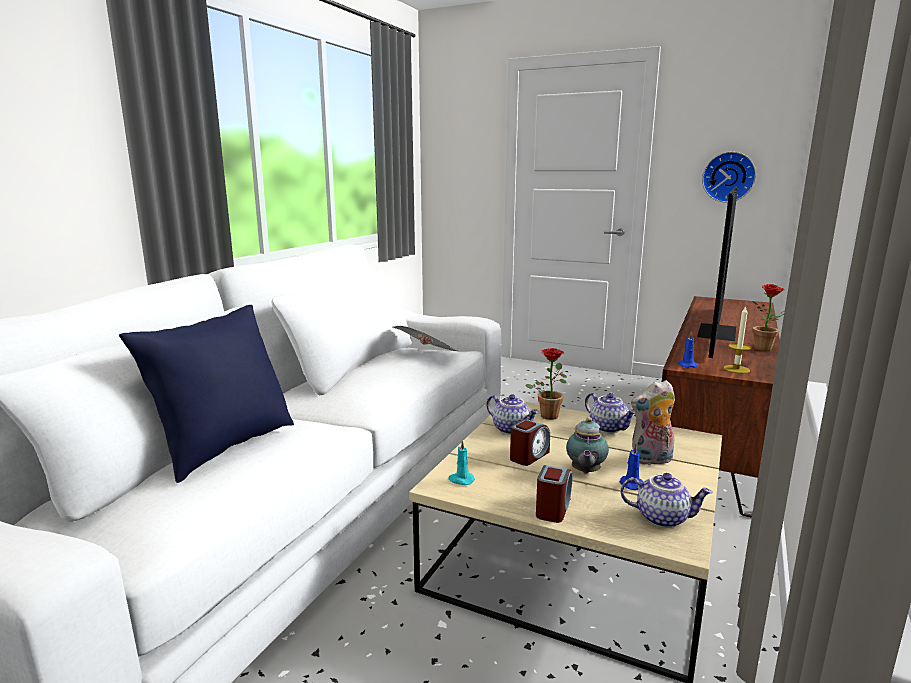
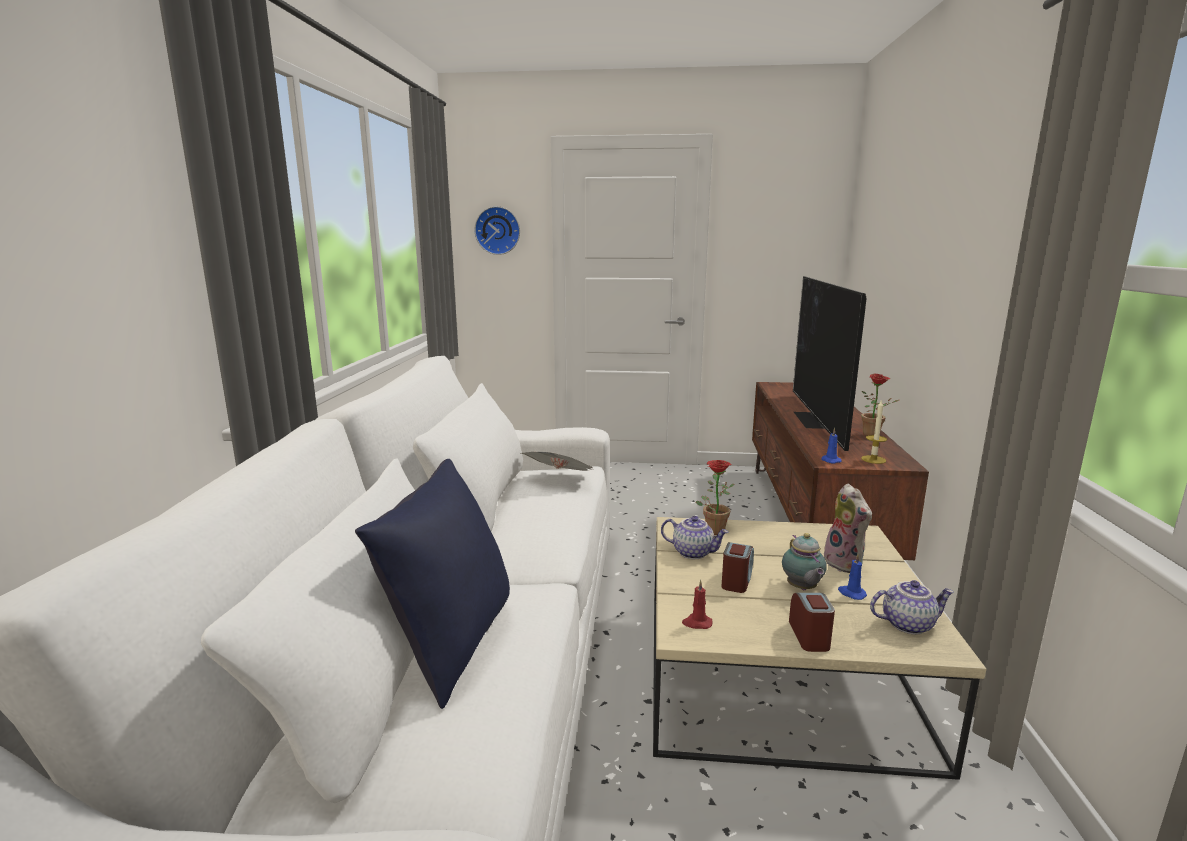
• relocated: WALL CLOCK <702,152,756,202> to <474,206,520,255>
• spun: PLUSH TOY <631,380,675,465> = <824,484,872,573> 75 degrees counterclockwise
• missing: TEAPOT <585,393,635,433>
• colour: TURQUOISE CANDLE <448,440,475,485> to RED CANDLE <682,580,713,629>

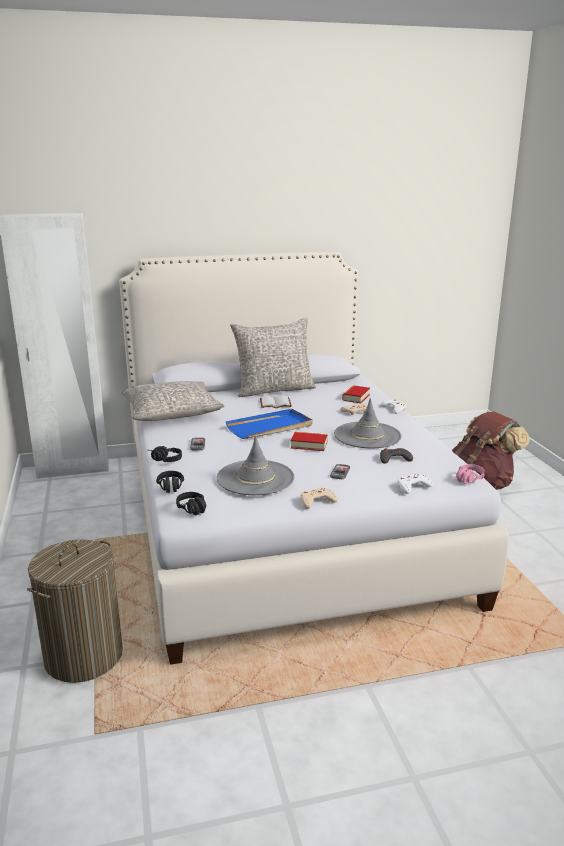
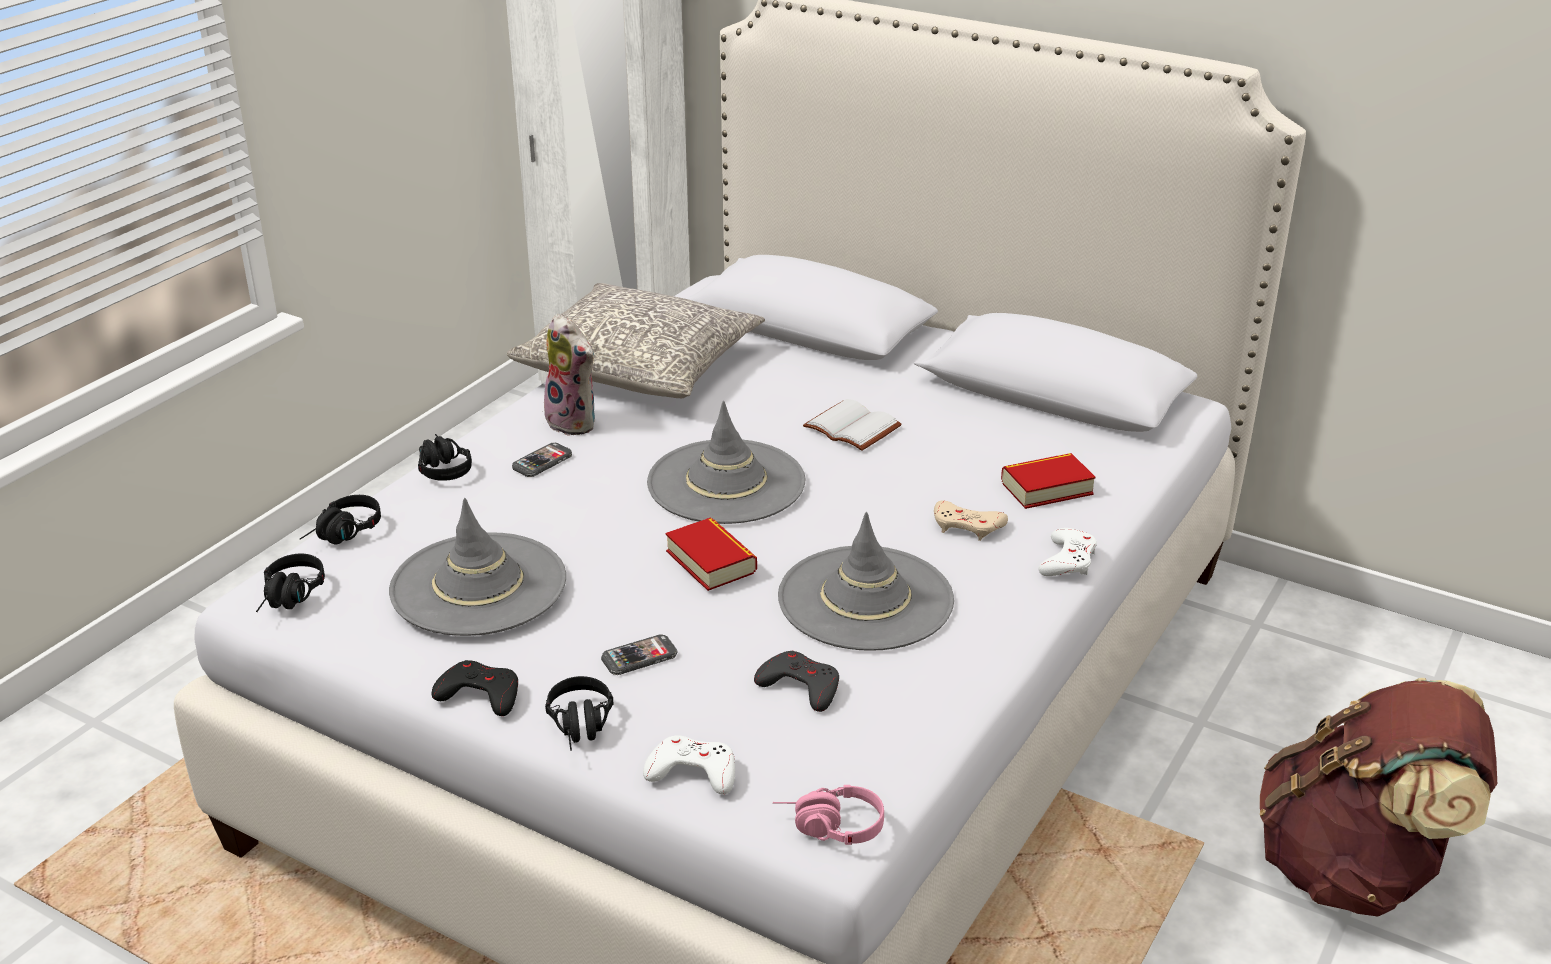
• missing: GREY PILLOW <230,318,316,397>
• exchanged: BLUE TRAY <226,409,312,439> to GREY HAT <647,401,805,524>
• colour: BEIGE GAME CONTROLLER <301,488,338,509> to BLACK GAME CONTROLLER <432,660,518,716>
• missing: LAUNDRY BASKET <27,539,123,683>
• appeared: PLUSH TOY <544,314,595,436>
• appeared: BLACK HEADPHONES <545,676,613,751>

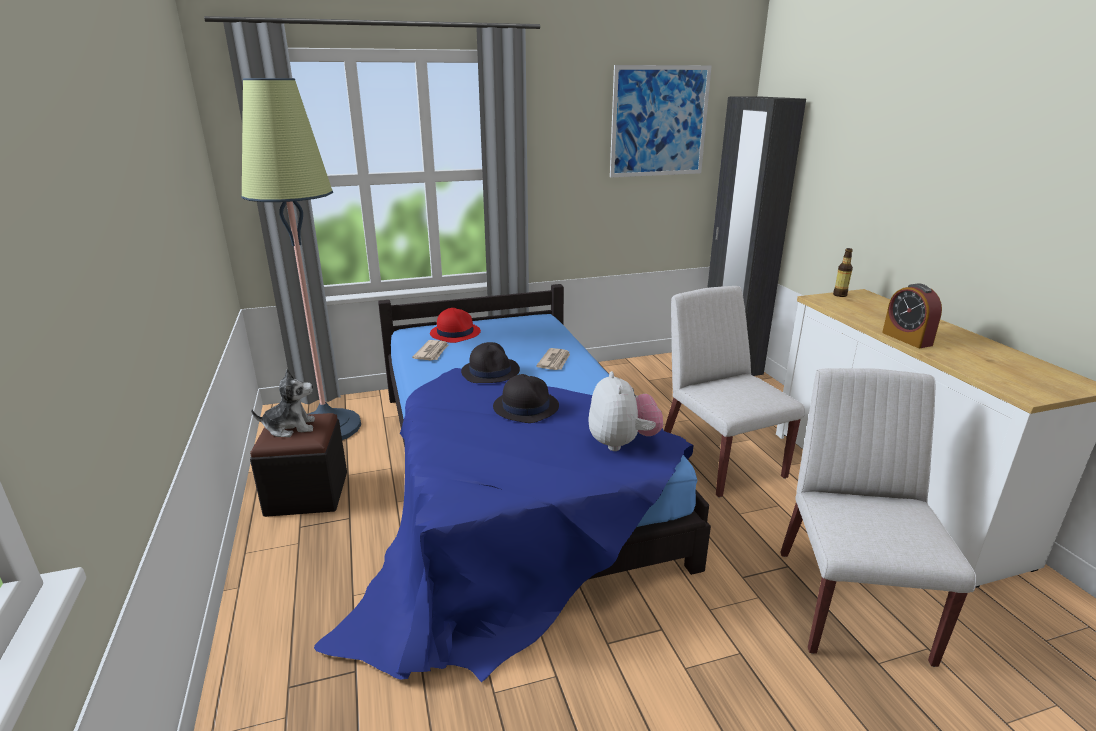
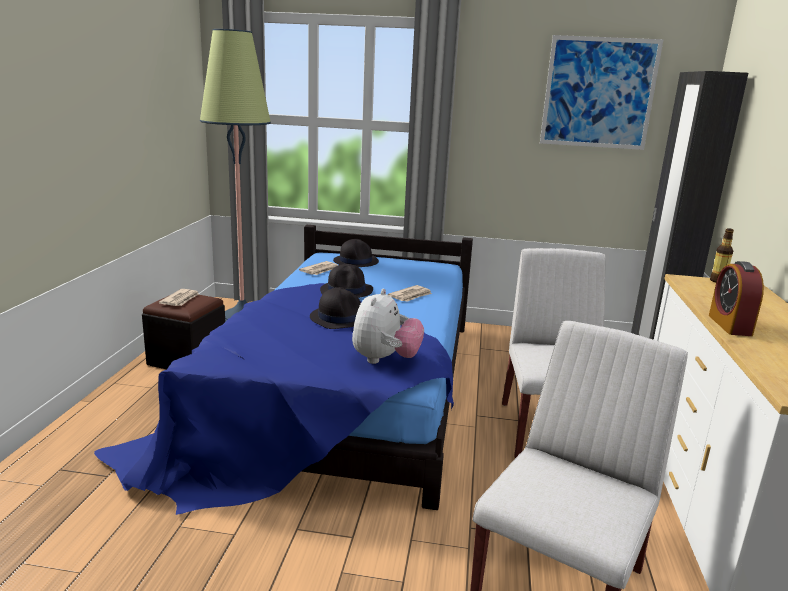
• colour: RED HAT <430,308,481,343> to BLACK HAT <333,239,379,267>
• exchanged: PLUSH TOY <251,369,315,437> to NEWSPAPER <159,289,199,306>

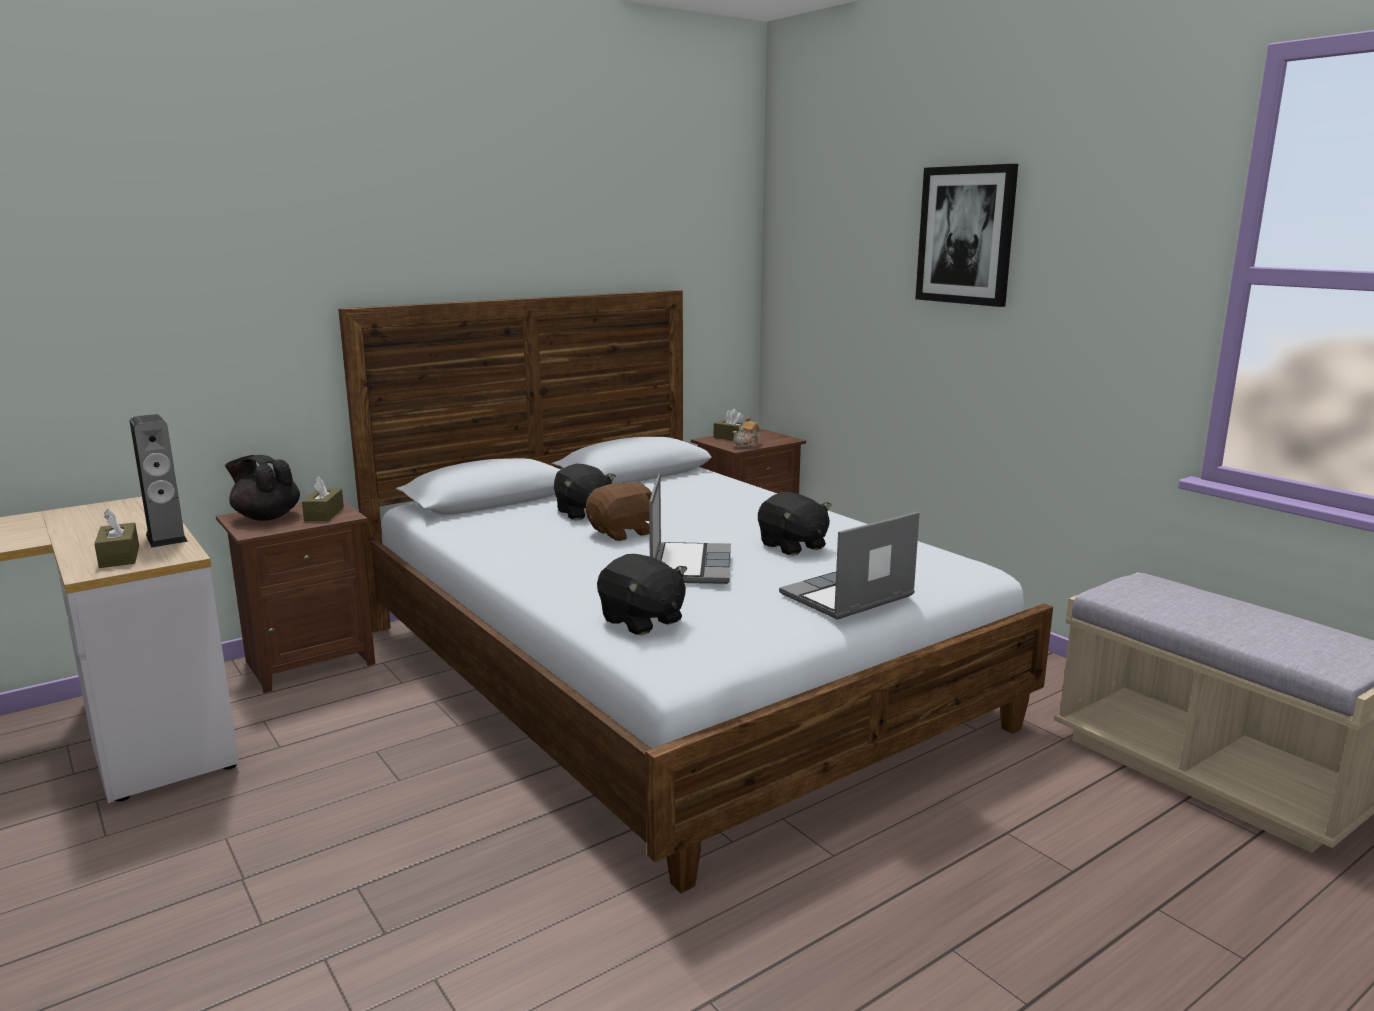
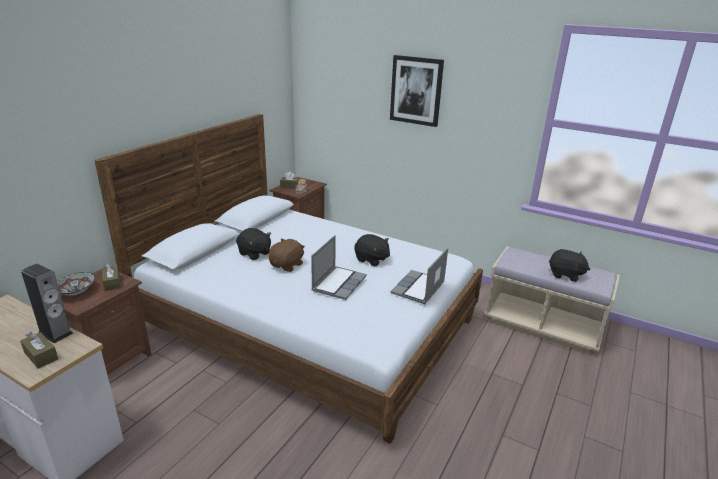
• exchanged: BLACK TEAPOT <225,455,300,521> to BOWL <57,272,95,296>
• spun: LAPTOP <649,474,731,584> = <311,235,367,300> 45 degrees clockwise
• relocated: BLACK PLUSH TOY <597,554,687,635> to <549,249,590,282>

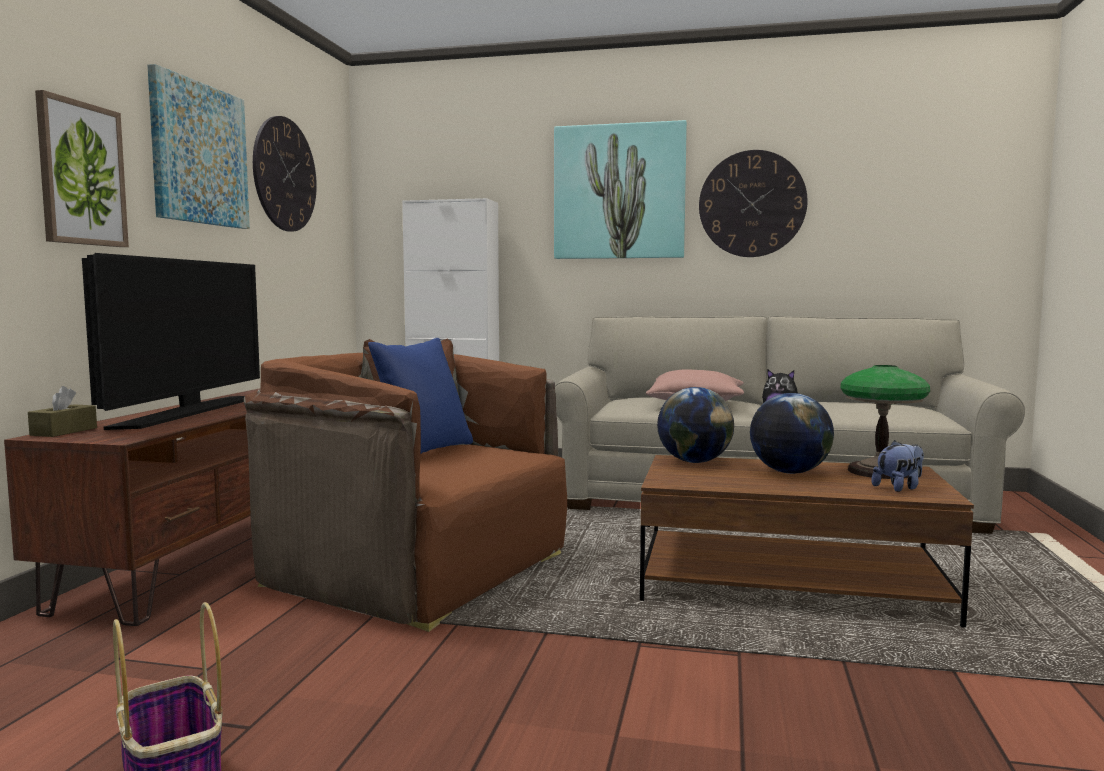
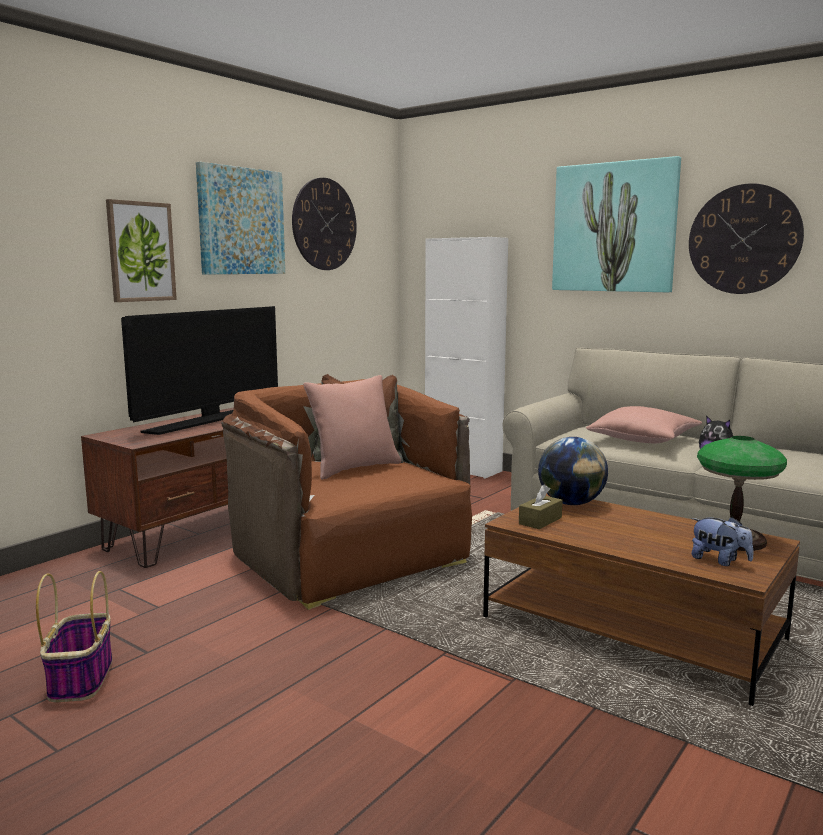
• colour: BLUE PILLOW <368,338,473,454> to PINK PILLOW <303,375,401,480>
• relocated: BROWN TISSUE BOX <28,386,97,437> to <519,484,563,529>
• missing: GLOBE <750,393,834,474>
• spun: PLUSH TOY <872,440,924,492> = <692,517,754,566> 45 degrees clockwise

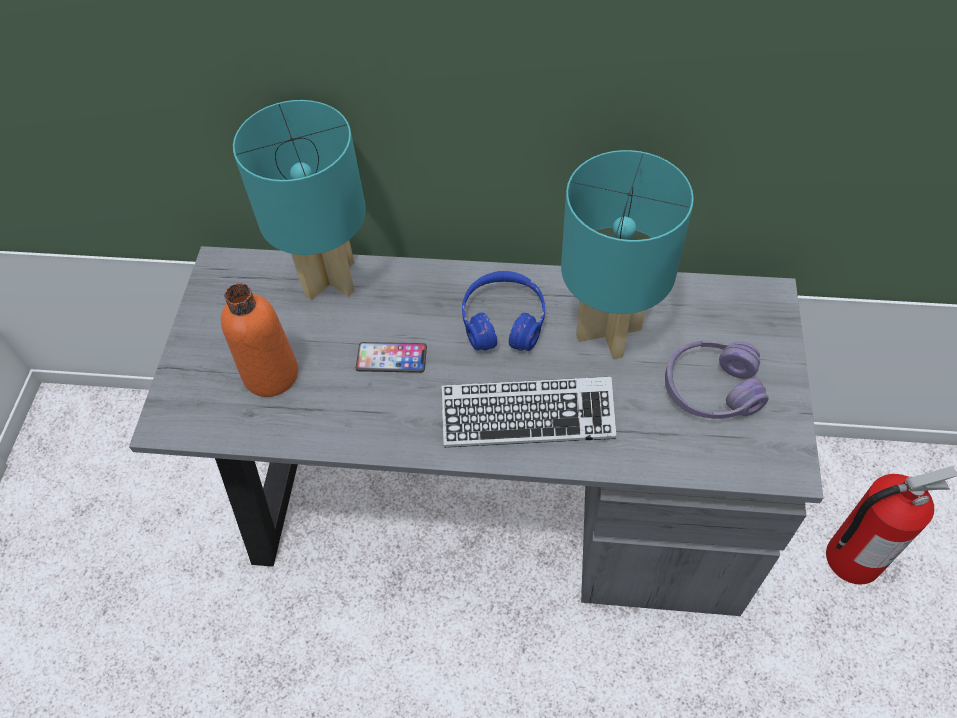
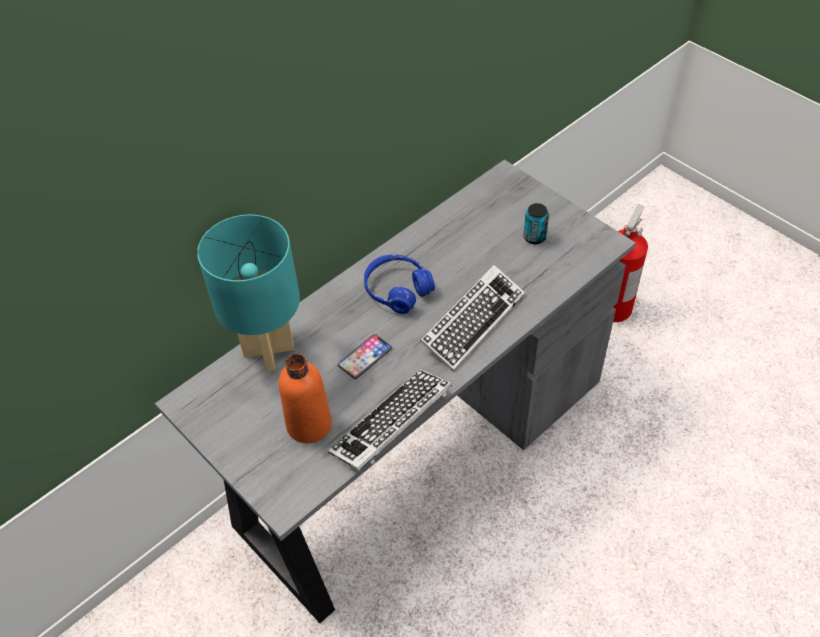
• missing: TURQUOISE TABLE LAMP <561,150,694,359>
• exchanged: PURPLE HEADPHONES <665,340,769,419> to CAN <524,203,549,244>
• appeared: KEYBOARD <328,369,452,471>

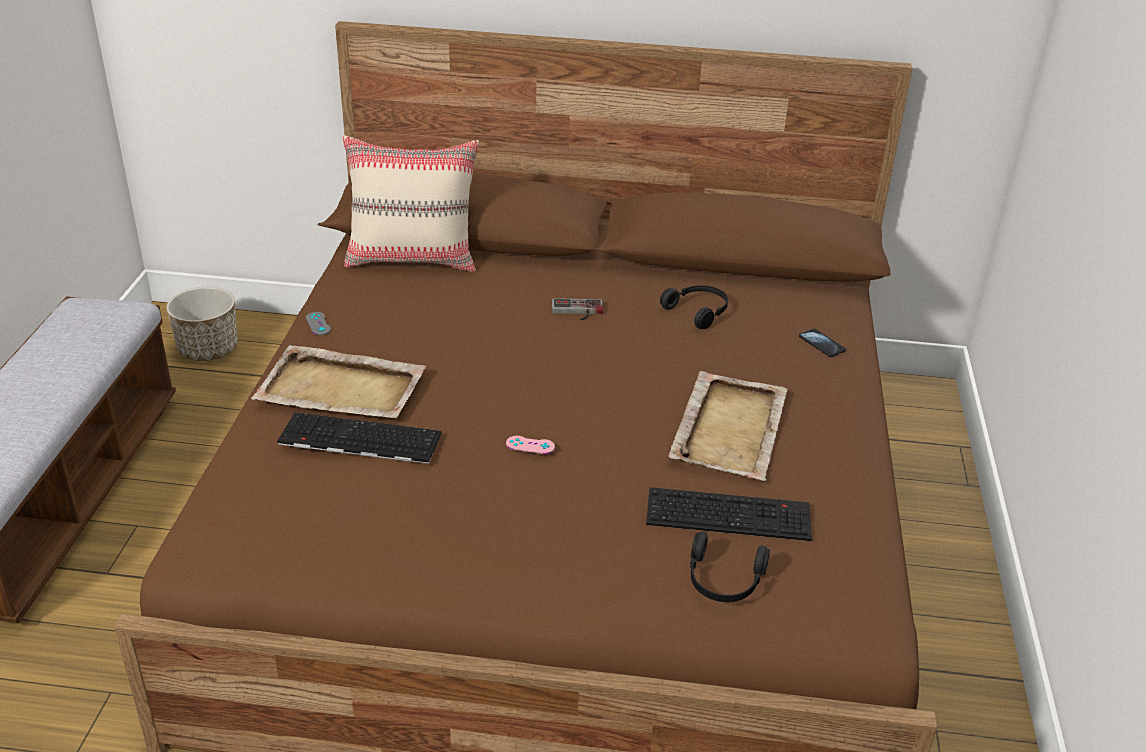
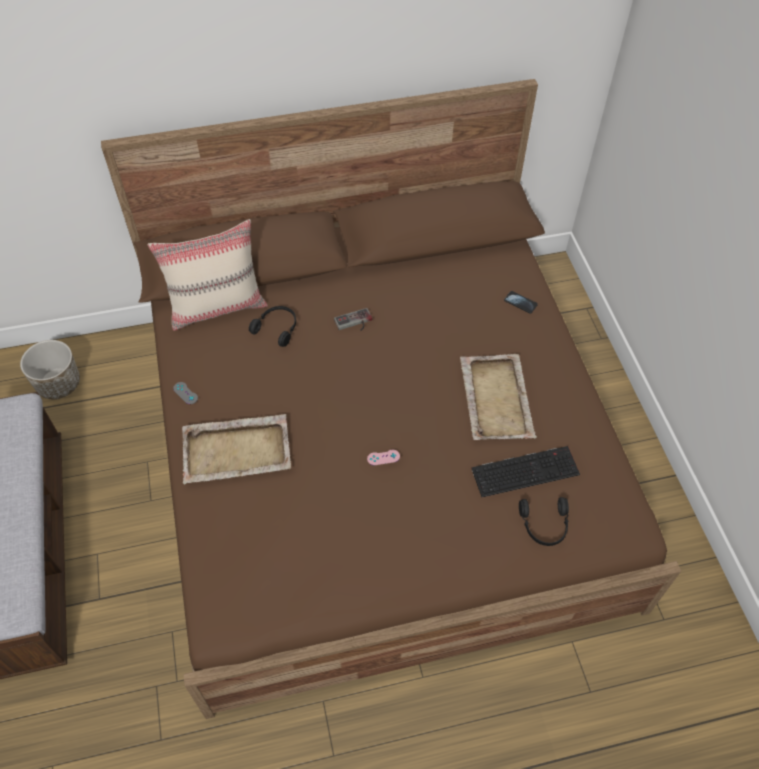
• relocated: BLACK HEADPHONES <660,285,728,329> to <249,306,296,347>
• missing: KEYBOARD <277,412,442,464>

